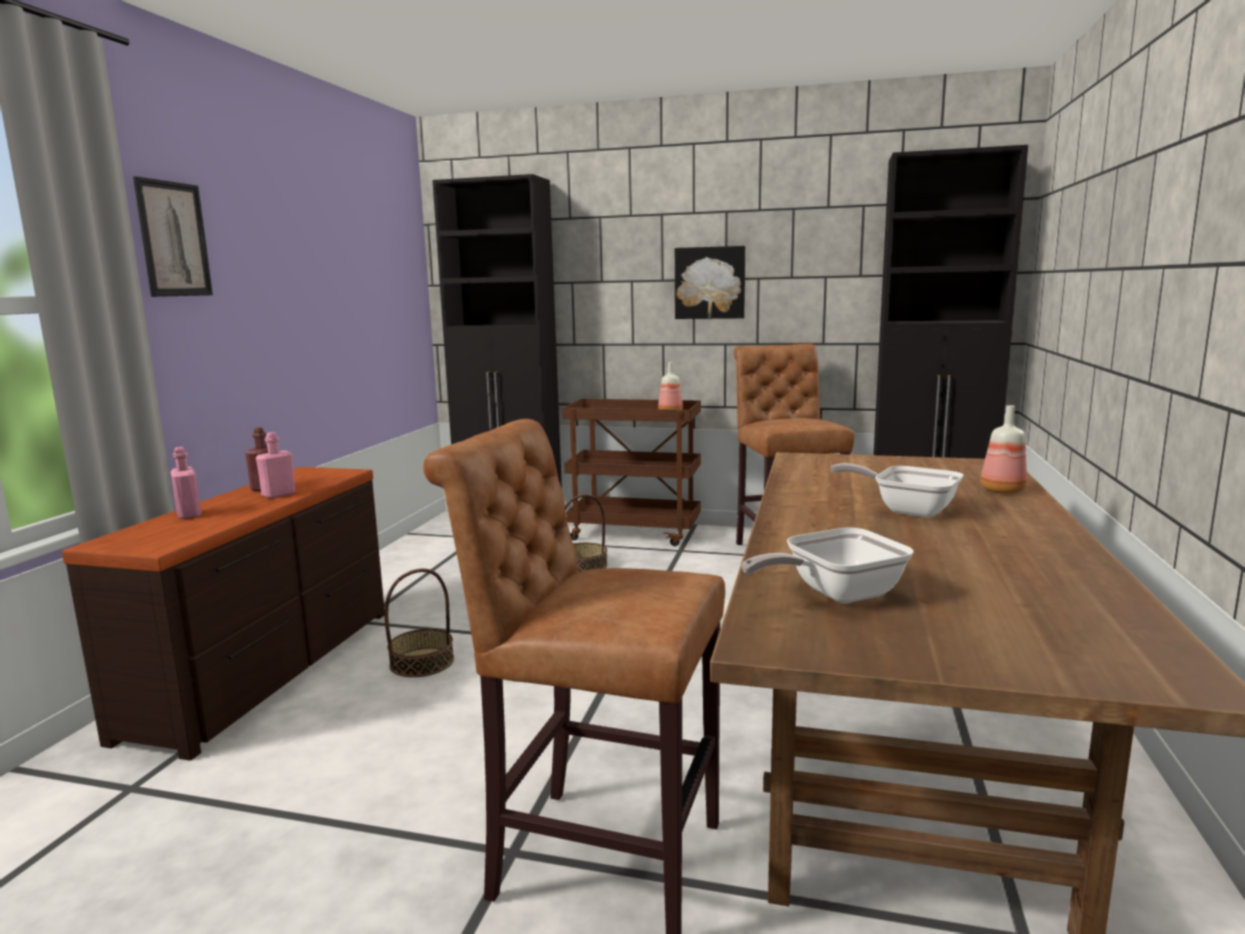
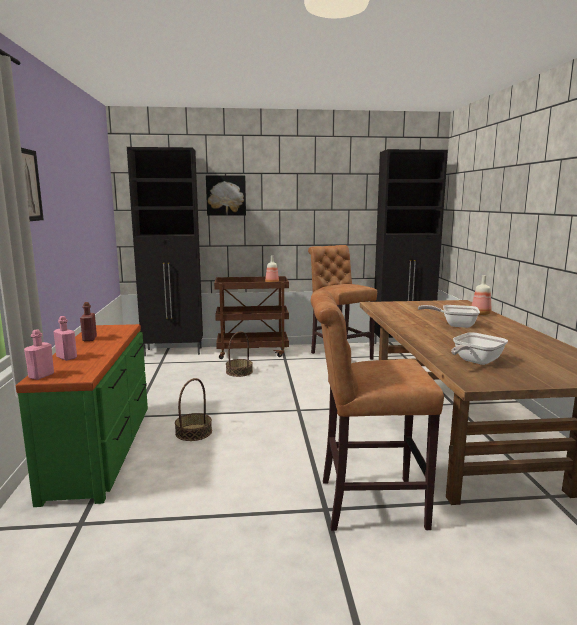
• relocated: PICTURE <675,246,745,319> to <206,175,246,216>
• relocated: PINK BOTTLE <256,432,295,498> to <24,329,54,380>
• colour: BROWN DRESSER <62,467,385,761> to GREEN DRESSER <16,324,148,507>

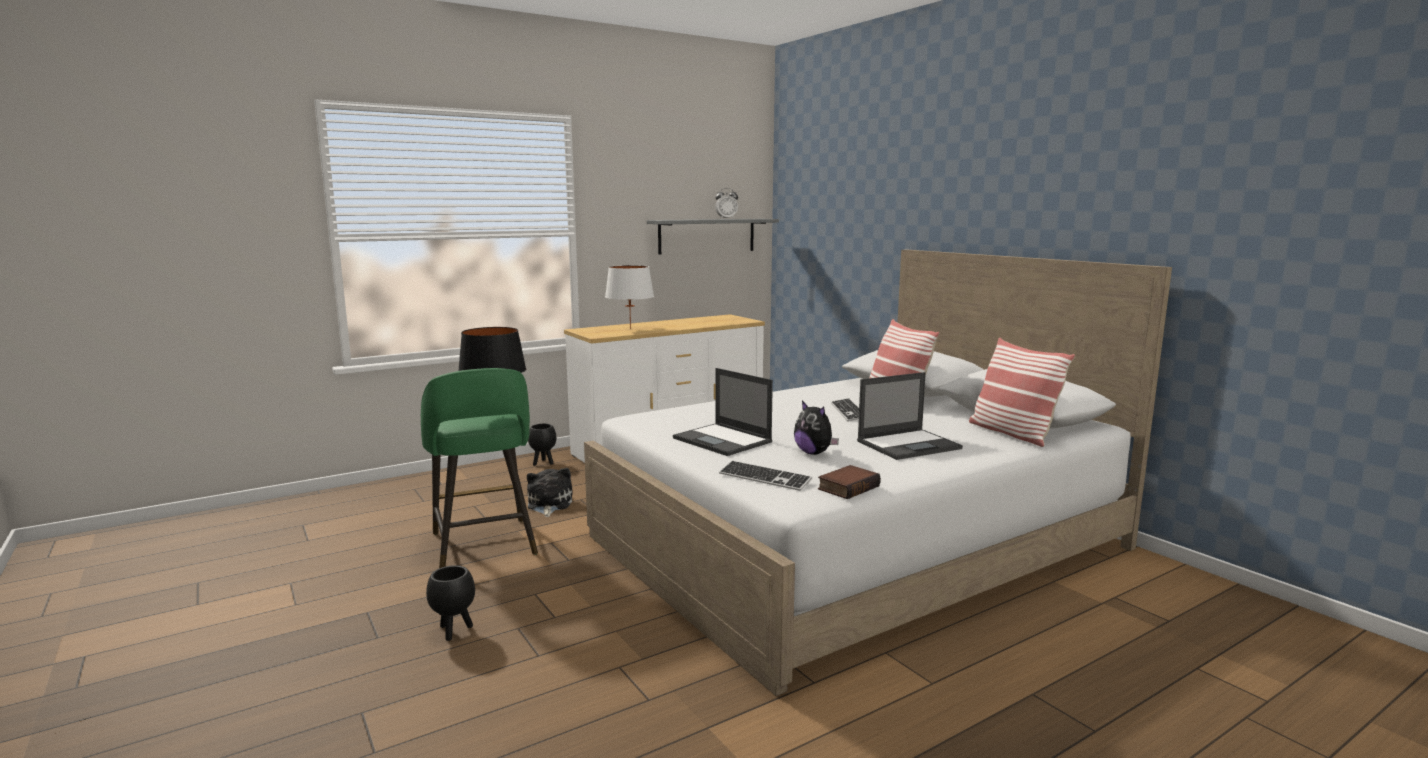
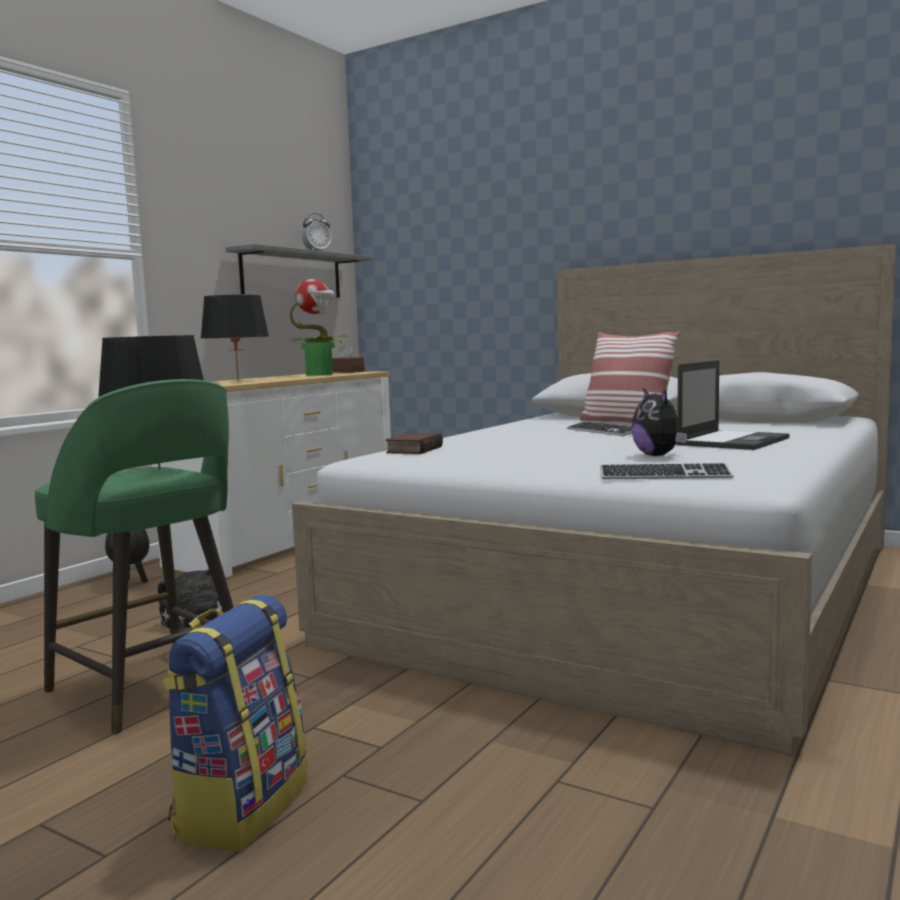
• colour: WHITE TABLE LAMP <605,265,654,329> to BLACK TABLE LAMP <201,295,269,381>
• missing: PILLOW <969,338,1075,447>
• missing: LAPTOP <673,368,773,456>
• spun: PLUSH TOY <794,401,839,455> = <632,388,687,456> 45 degrees clockwise
• relocated: BOOK <818,465,881,499> to <386,433,443,454>
• exchanged: BLACK PLANTER <426,565,475,641> to BACKPACK <162,595,307,852>
• appeared: POTTED PLANT <289,279,347,376>
• appeared: BROWN TISSUE BOX <332,344,365,373>

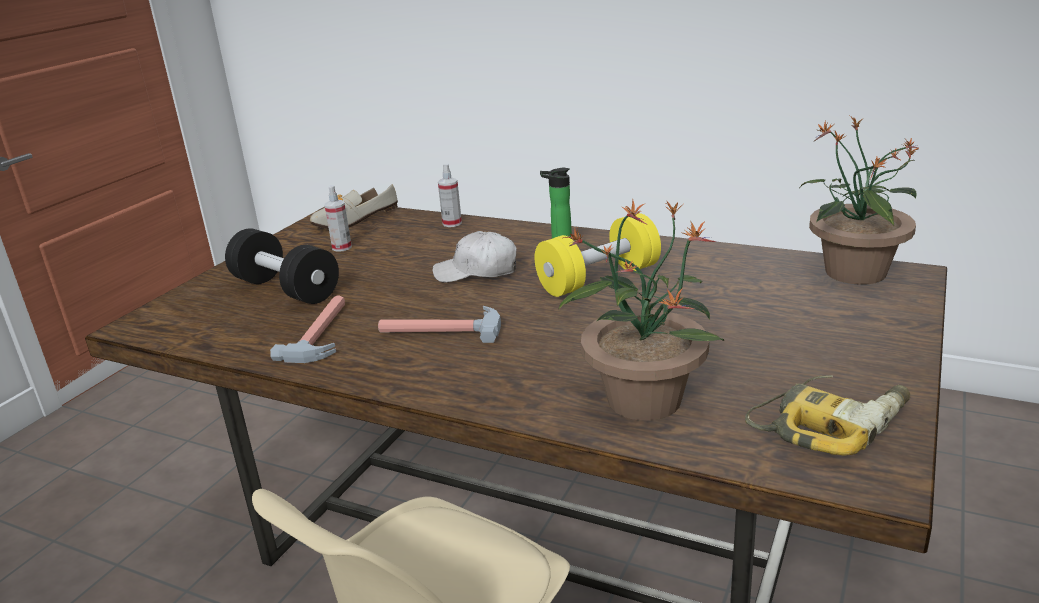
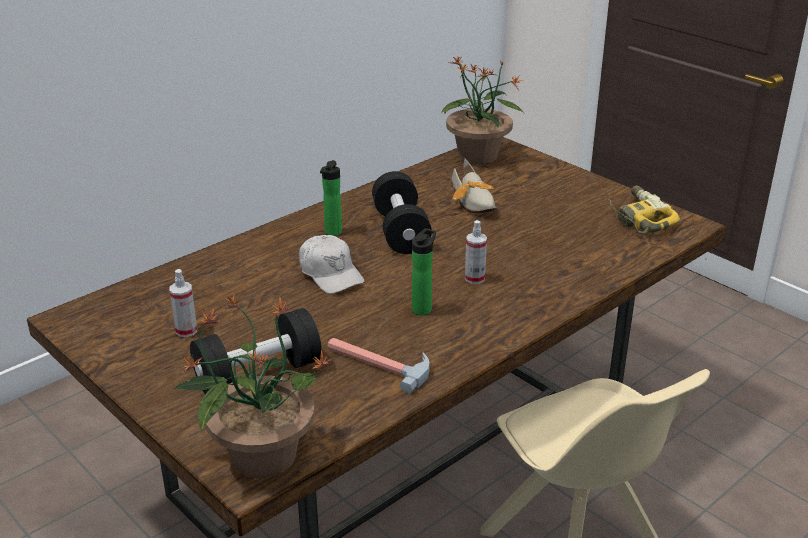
• relocated: SPRAY BOTTLE <438,164,462,227> to <465,220,487,284>
• relocated: SHOE <310,184,398,229> to <451,159,497,213>
• relocated: POTTED PLANT <558,200,724,421> to <172,293,332,478>
• colour: YELLOW DUMBBELL <535,213,661,297> to BLACK DUMBBELL <372,171,432,254>
• spun: WHITE CAP <432,231,517,283> = <299,235,365,294> 60 degrees counterclockwise
• exchanged: HAMMER <378,306,501,343> to BOTTLE <412,228,436,315>

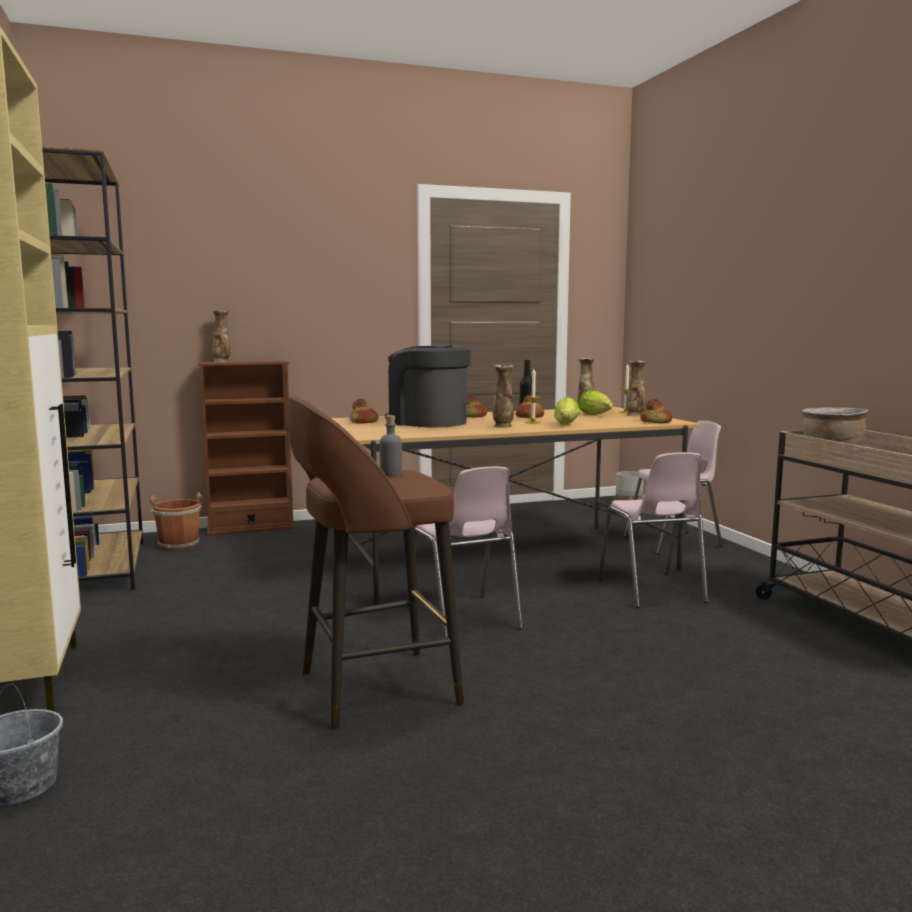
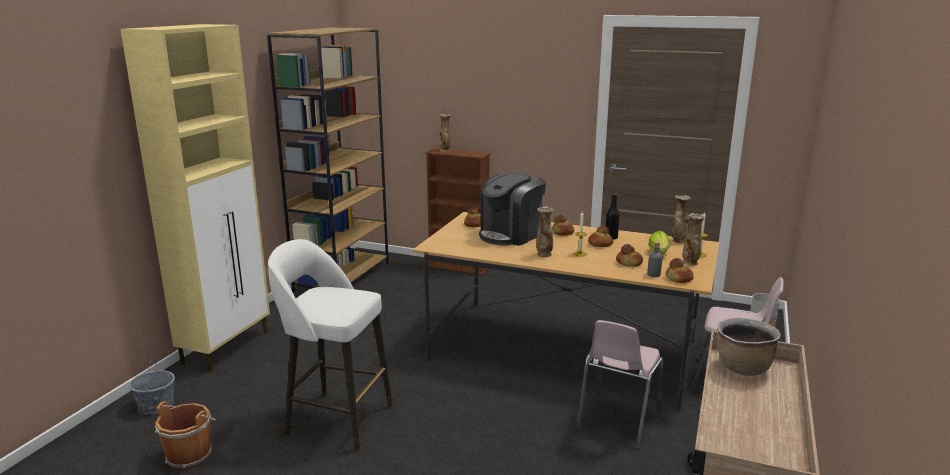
• spun: COFFEE MACHINE <385,345,471,427> = <479,172,546,246> 120 degrees counterclockwise
• colour: BROWN STOOL <288,396,464,730> to WHITE STOOL <268,239,393,451>
• missing: LETTUCE <554,397,580,424>
• relocated: GREY BOTTLE <380,415,402,476> to <647,241,662,277>
• missing: PINK CHAIR <407,466,523,638>
• relocated: BROWN BUCKET <149,492,203,550> to <155,401,216,470>
• appeared: BREAD <616,244,643,267>

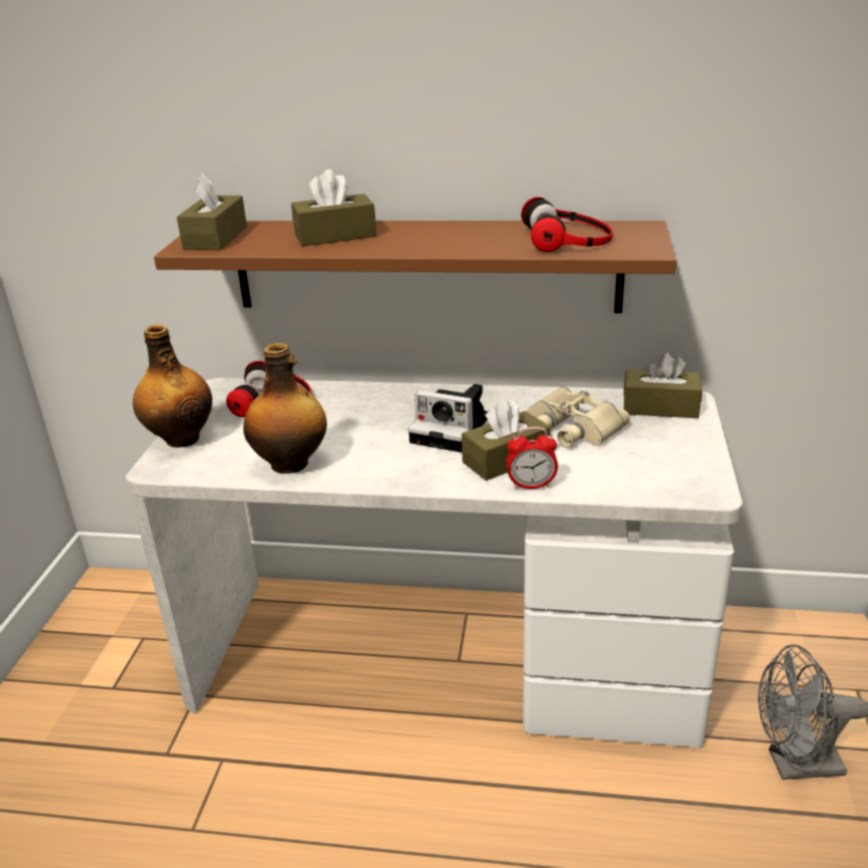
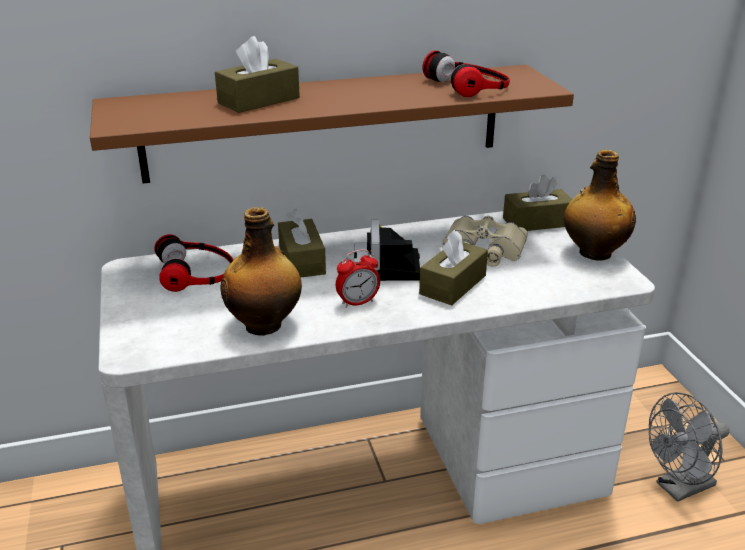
• relocated: BROWN TISSUE BOX <177,173,247,250> to <278,208,326,278>
• relocated: BOTTLE <133,324,212,447> to <564,150,636,261>
• spun: PHOTO CAMERA <408,384,488,453> = <354,220,420,281> 90 degrees clockwise
• relocated: ALARM CLOCK <506,427,558,489> to <336,249,380,308>

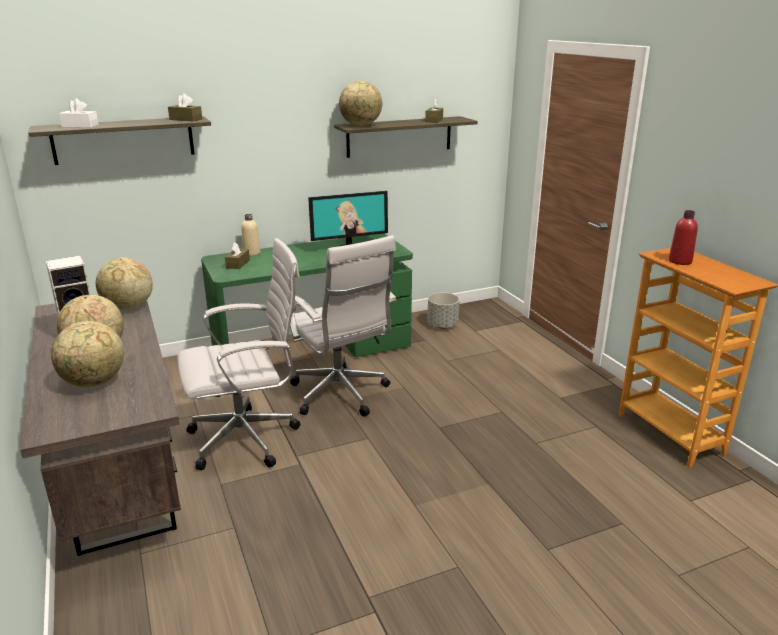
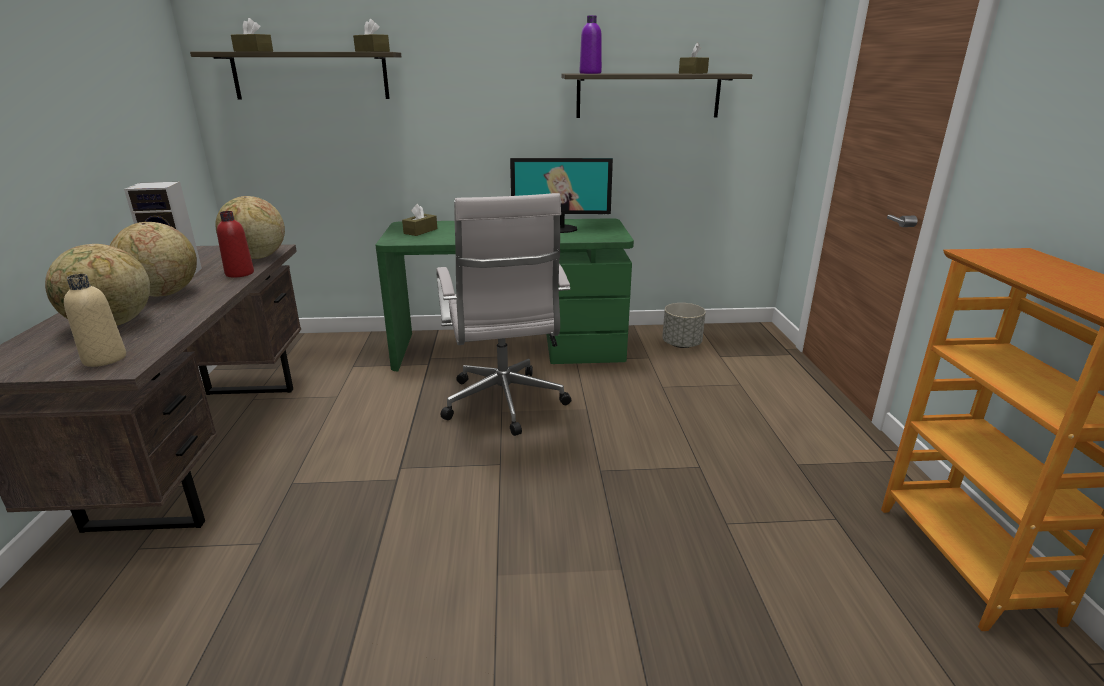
• exchanged: GLOBE <339,81,382,126> to PURPLE BOTTLE <580,15,602,74>
• colour: WHITE TISSUE BOX <59,98,99,128> to BROWN TISSUE BOX <231,18,273,52>
• relocated: RED BOTTLE <669,210,698,265> to <217,211,254,278>
• relocated: BEIGE BOTTLE <242,214,261,256> to <64,274,126,367>
• missing: WHITE OFFICE CHAIR <177,238,300,470>

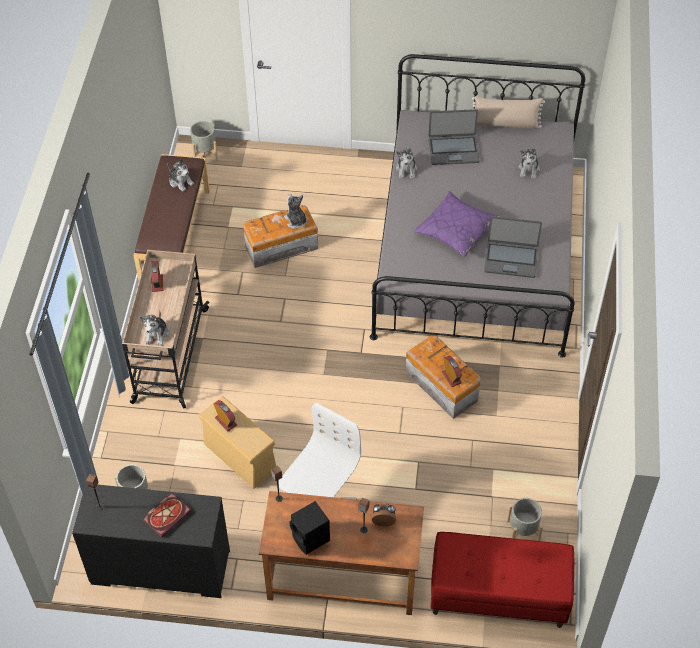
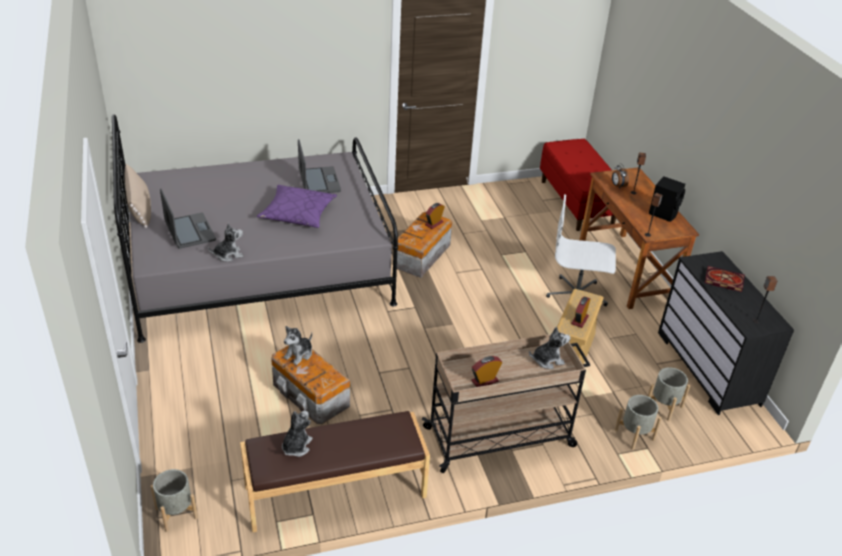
• missing: PLUSH TOY <518,148,540,179>
• relocated: GREY PLANTER <506,498,543,541> to <614,395,662,450>

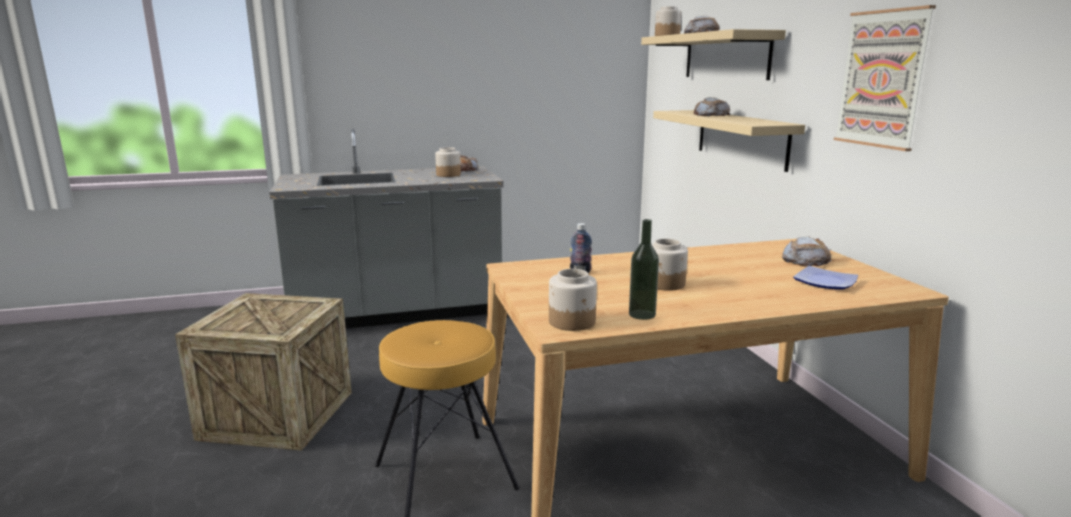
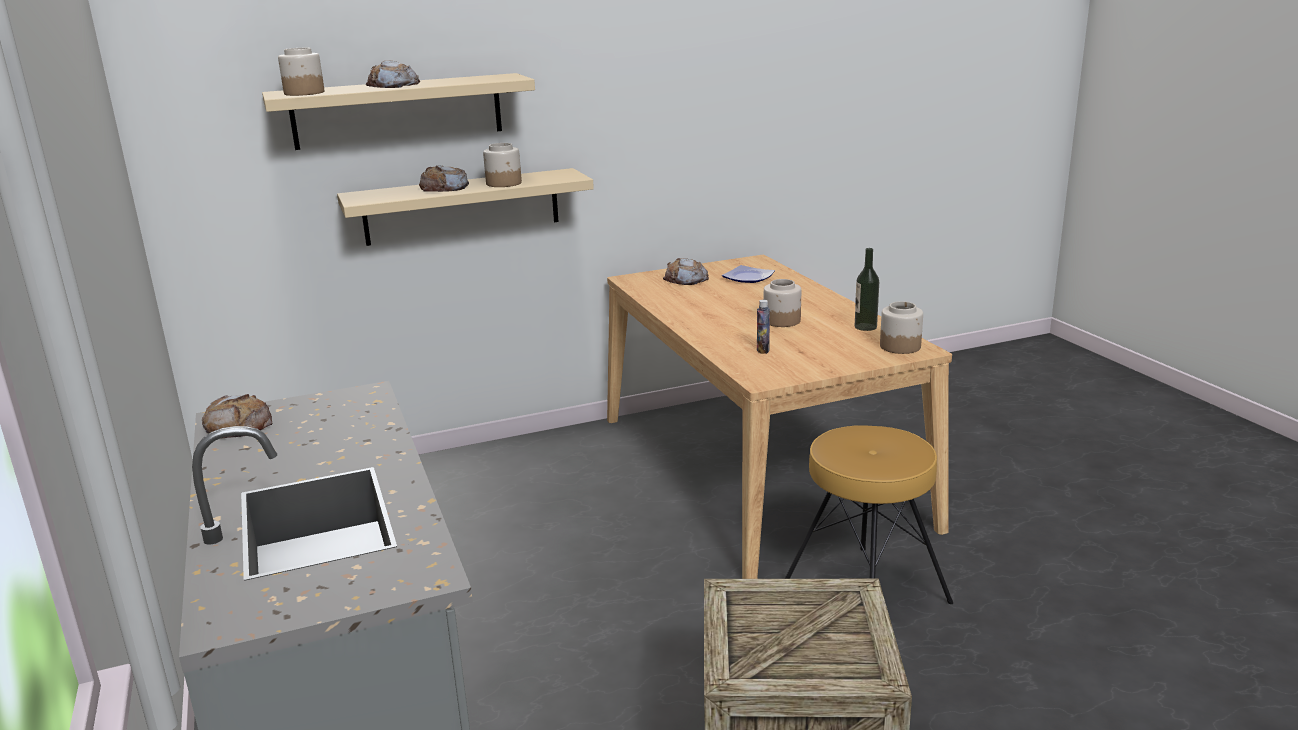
• missing: PICTURE <834,5,936,151>
• relocated: JAR <435,147,461,177> to <483,143,522,187>

